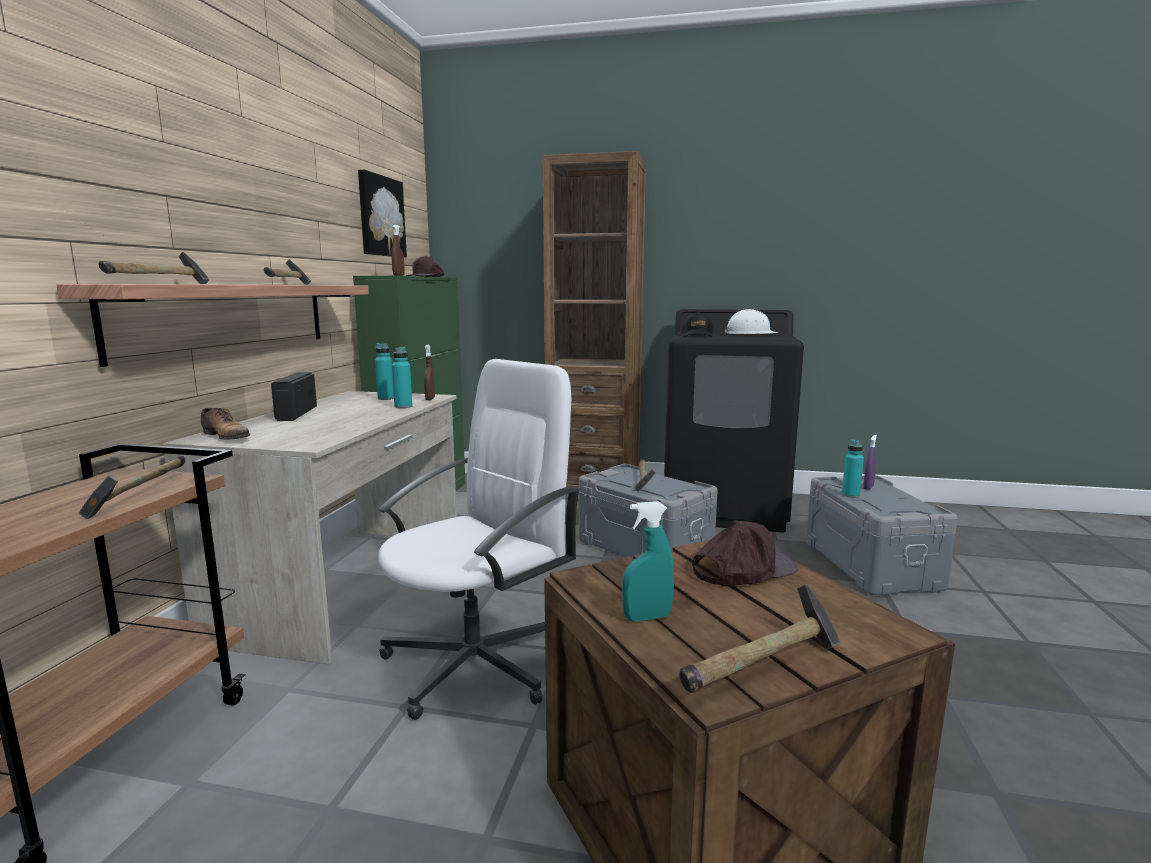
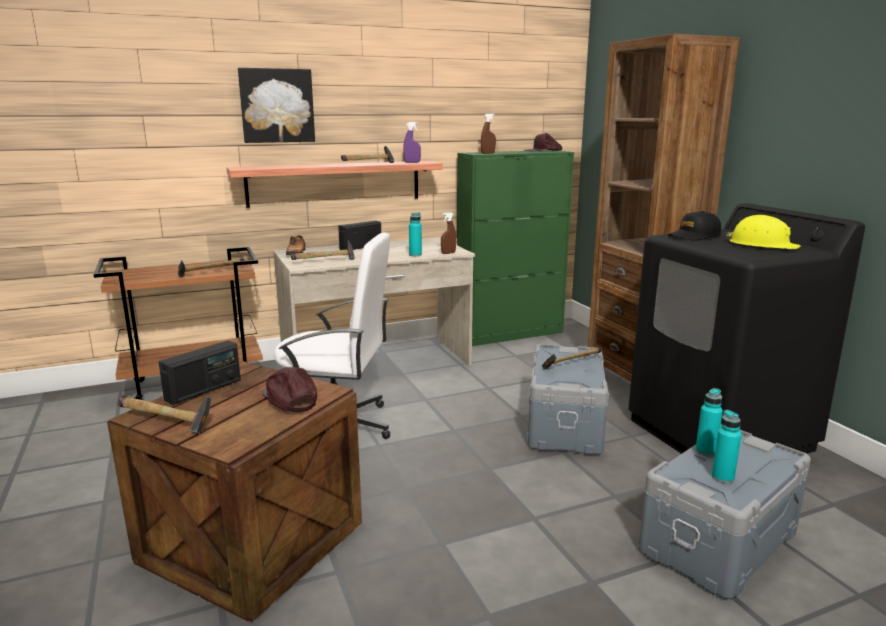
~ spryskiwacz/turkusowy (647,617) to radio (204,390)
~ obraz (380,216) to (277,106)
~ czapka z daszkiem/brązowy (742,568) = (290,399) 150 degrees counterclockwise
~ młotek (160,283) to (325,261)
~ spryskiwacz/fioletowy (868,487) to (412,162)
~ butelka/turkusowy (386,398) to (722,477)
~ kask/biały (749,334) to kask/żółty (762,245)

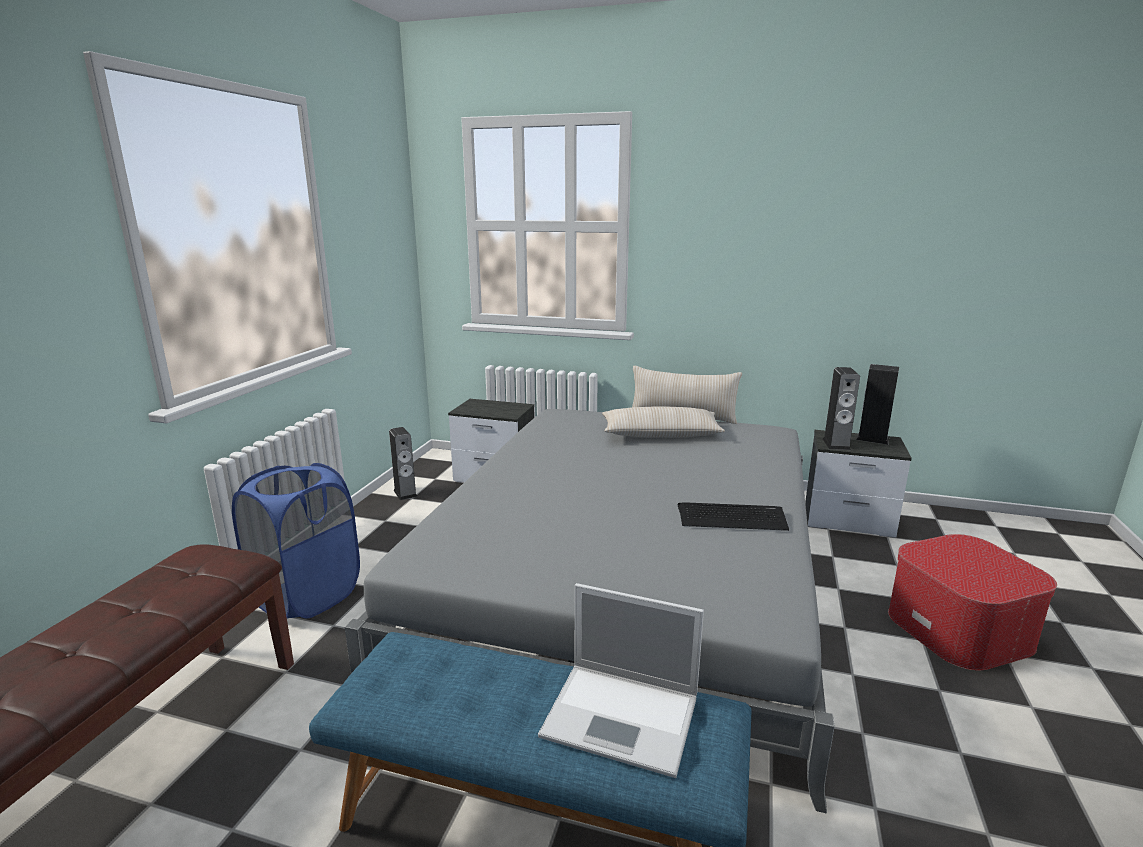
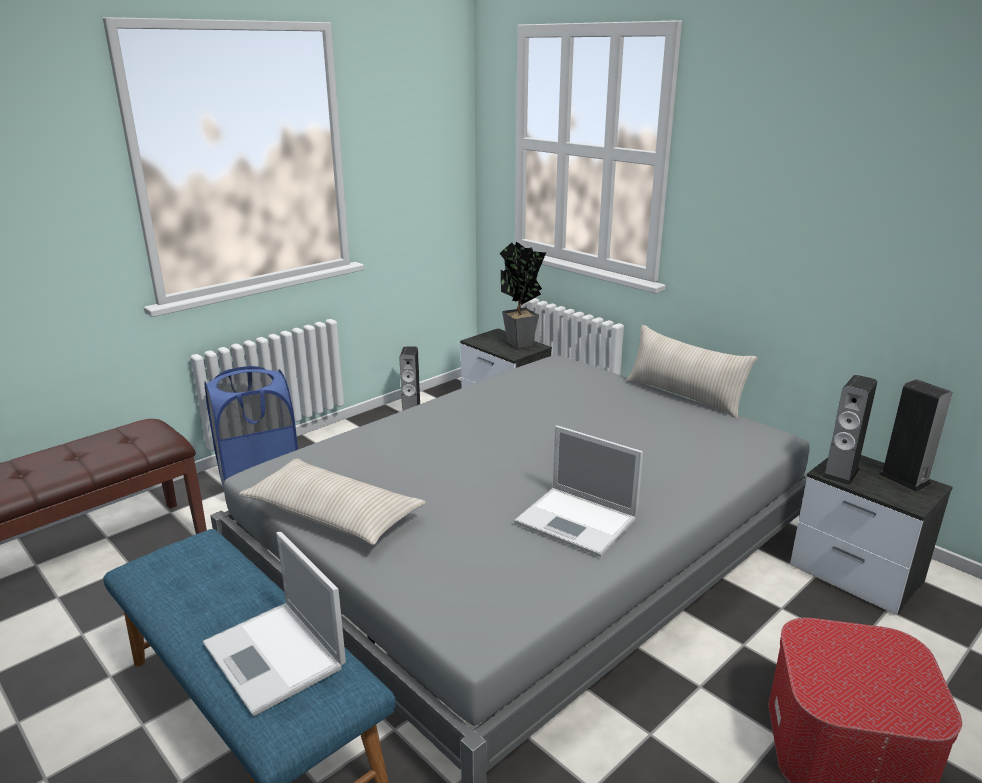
~ poduszka/beżowy (660,434) to (333,515)
+ roślina doniczkowa (519,345)
~ klawiatura (732,518) to laptop (578,521)

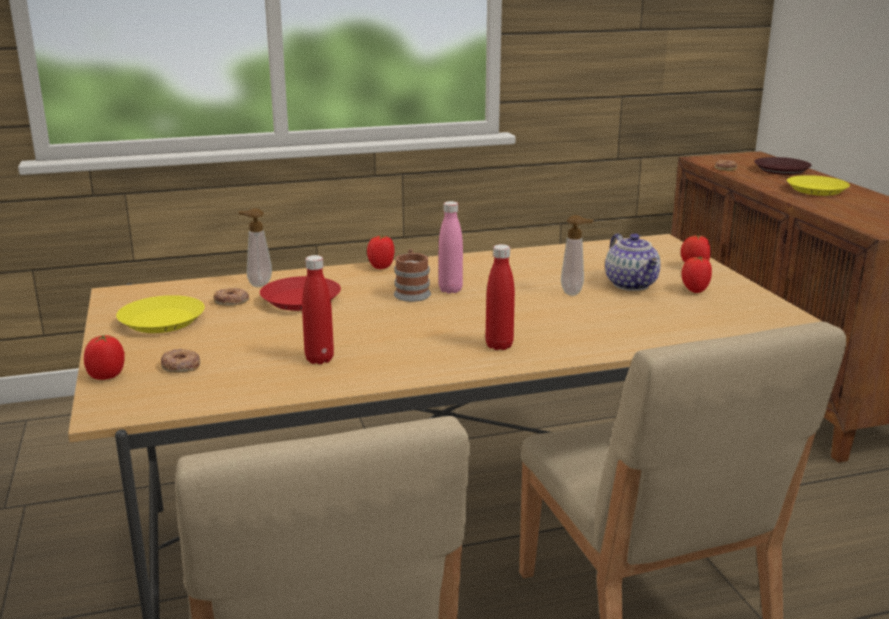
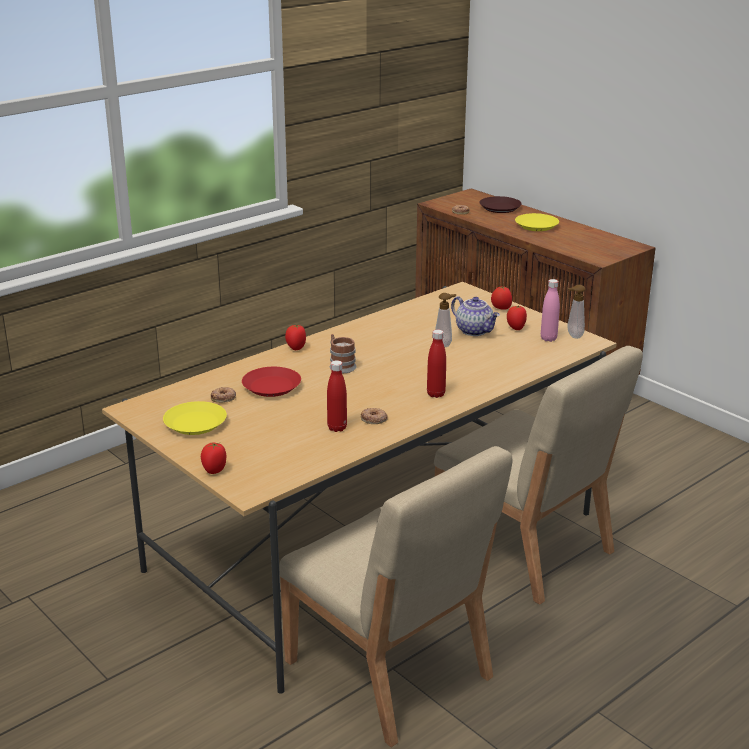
~ donut (180,366) to (373,419)
~ butelka/różowy (450,290) to (548,338)
~ dozownik mydła (258,284) to (573,336)

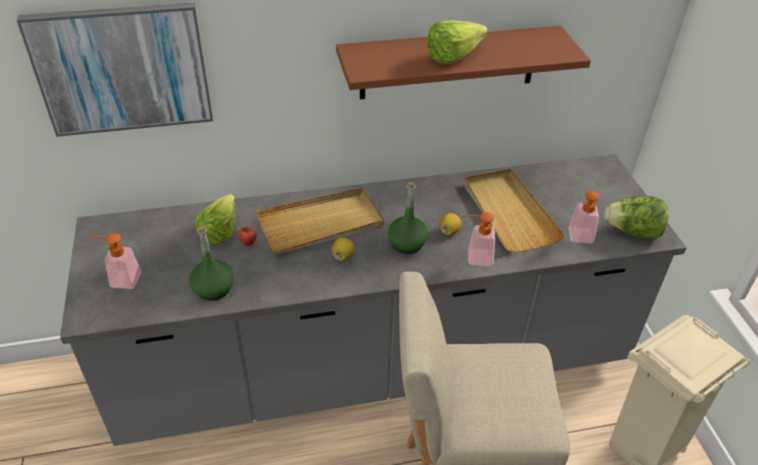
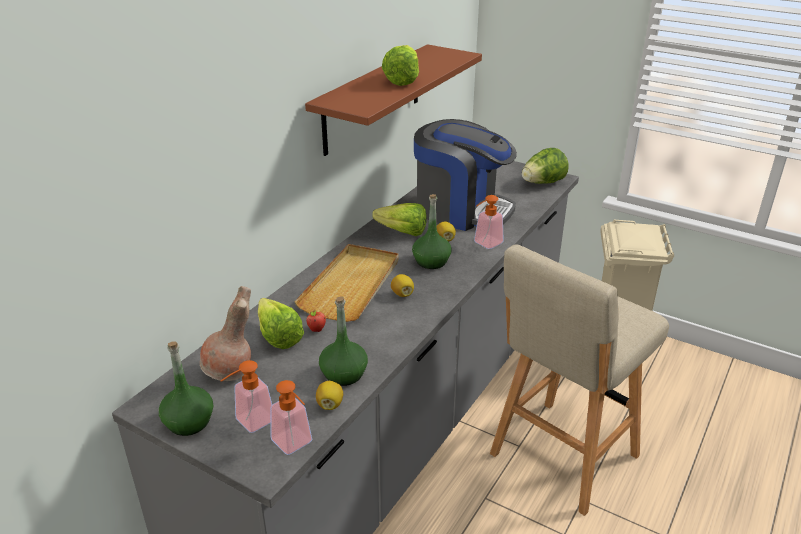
+ butelka/zielony (188,422)
+ wazon/brązowy (230,372)
~ dozownik mydła (581,239) to (295,445)
+ cytryna (330,404)
+ sałata (398,231)
~ taca/beżowy (508,212) to ekspres do kawy (461,210)
- obraz (123,69)

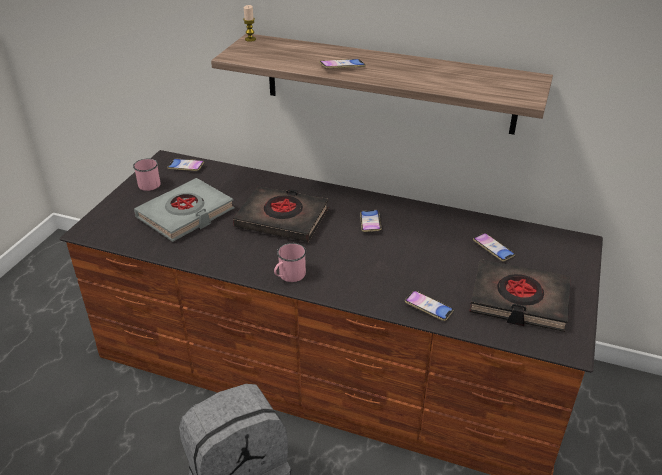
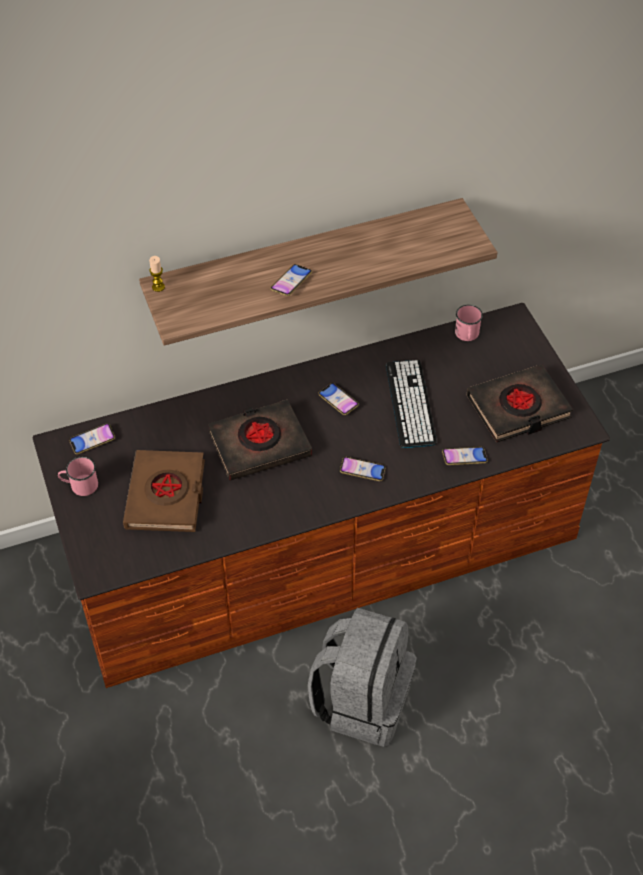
~ książka/szary (186,214) to książka/brązowy (166,495)
~ telefon (493,249) to (362,471)
+ klawiatura (410,404)
~ kubek/różowy (289,276) to (467,335)

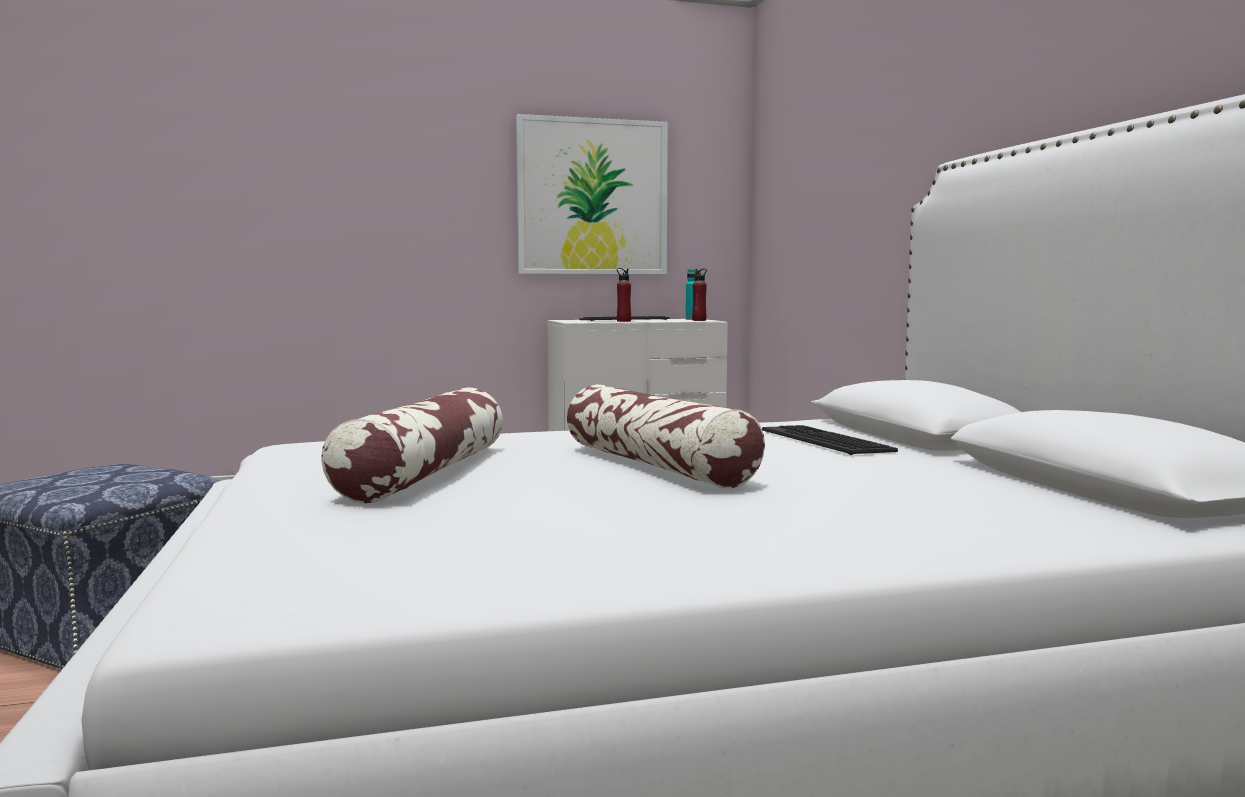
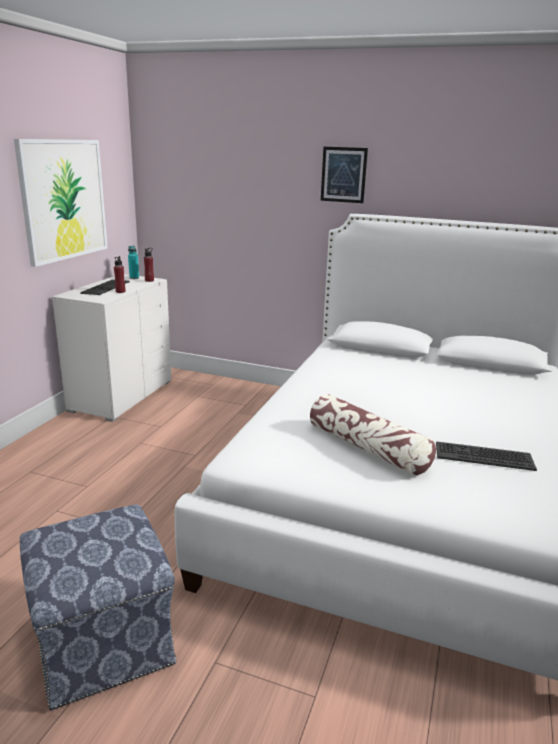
+ obraz (343,175)
~ klawiatura (826,441) to (484,456)
- poduszka (657,465)

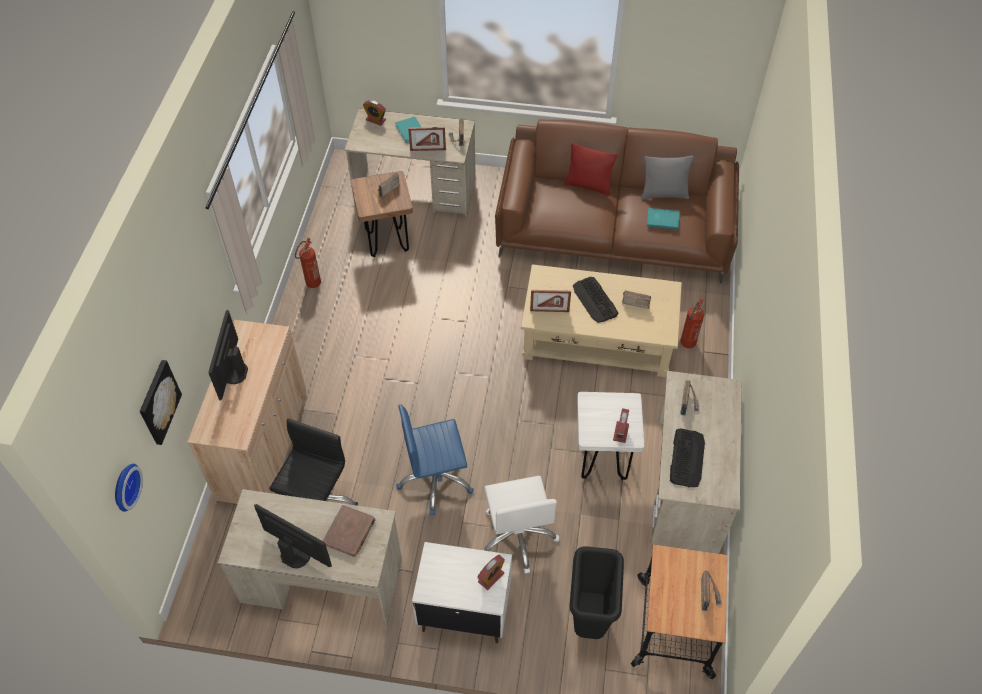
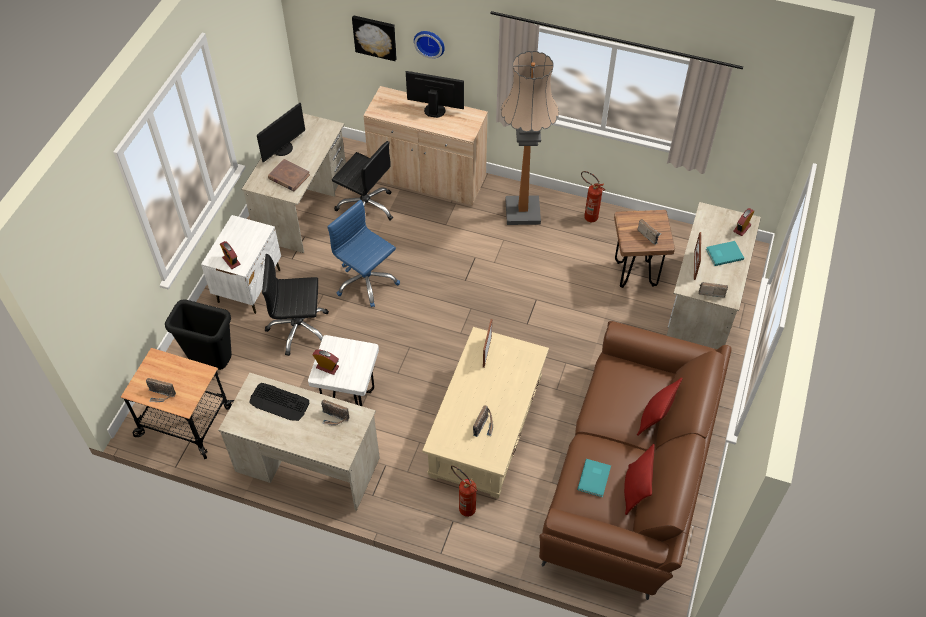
~ krzesło biurowe/biały (518,536) to krzesło biurowe/czarny (299,329)
~ krzesło biurowe/niebieski (435,479) = (366,281) 45 degrees counterclockwise
~ zegar ścienny (124,486) to (430,42)
+ lampa stojąca (523,212)
~ poduszka/szary (664,194) to poduszka/czerwony (635,491)
- klawiatura (595,300)

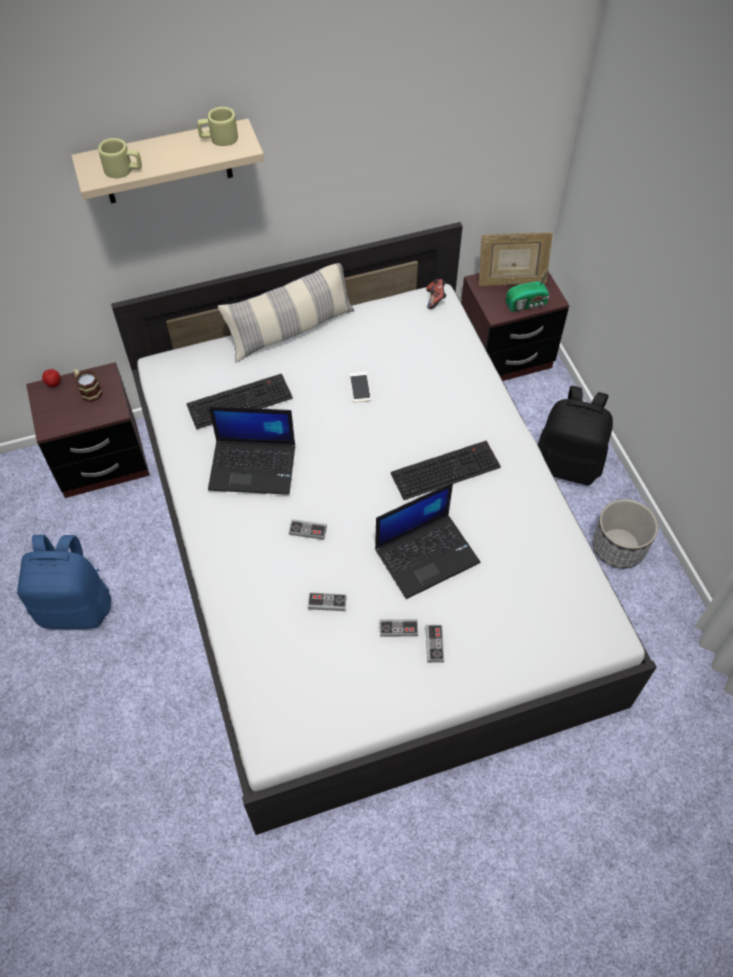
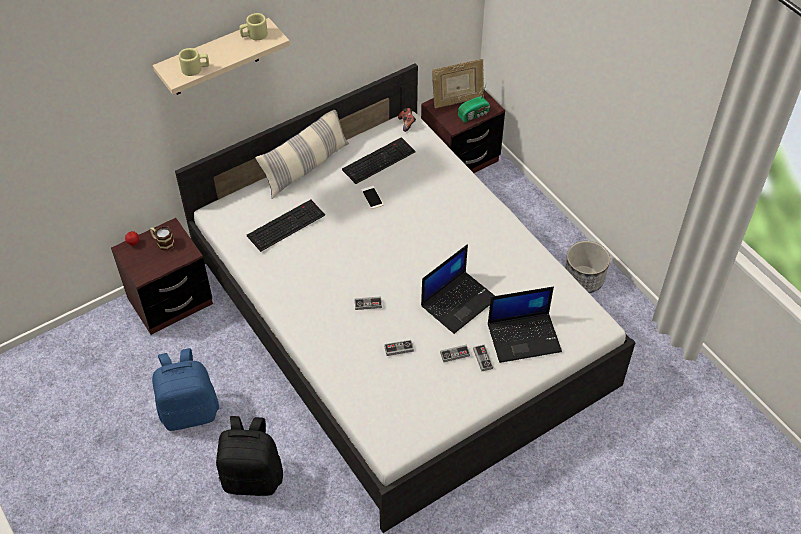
~ plecak/czarny (568,464) to (253,477)
~ klawiatura (446,469) to (379,160)
~ laptop (254,466) to (524,337)

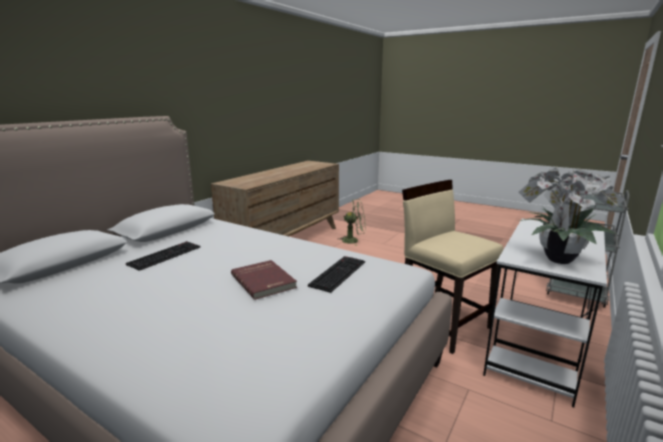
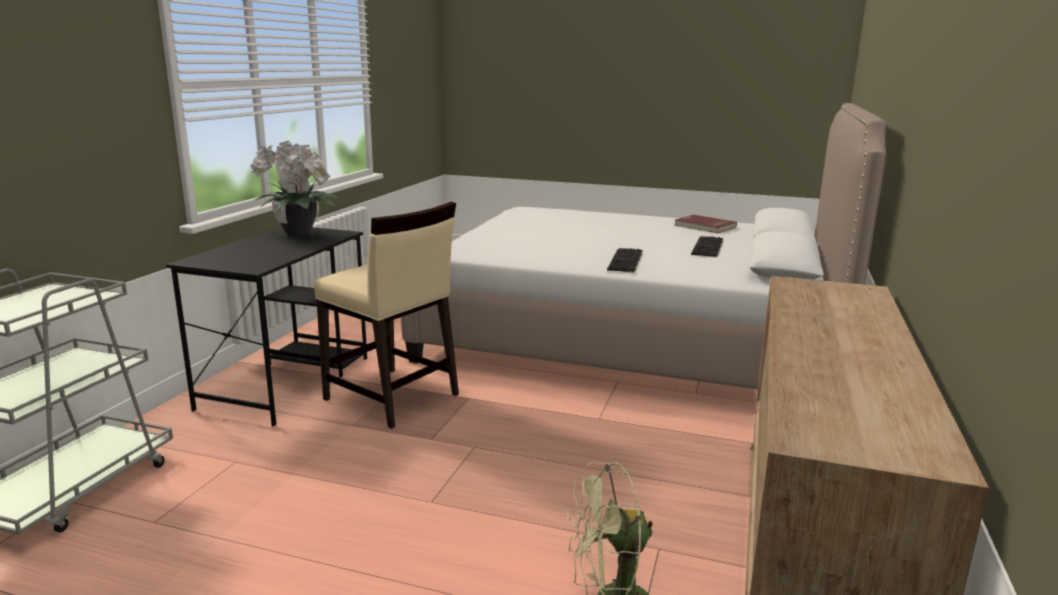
~ biurko/biały (535,351) to biurko/czarny (287,381)
~ klawiatura (337,273) to (626,261)
~ książka/czerwony (264,281) to (704,226)

